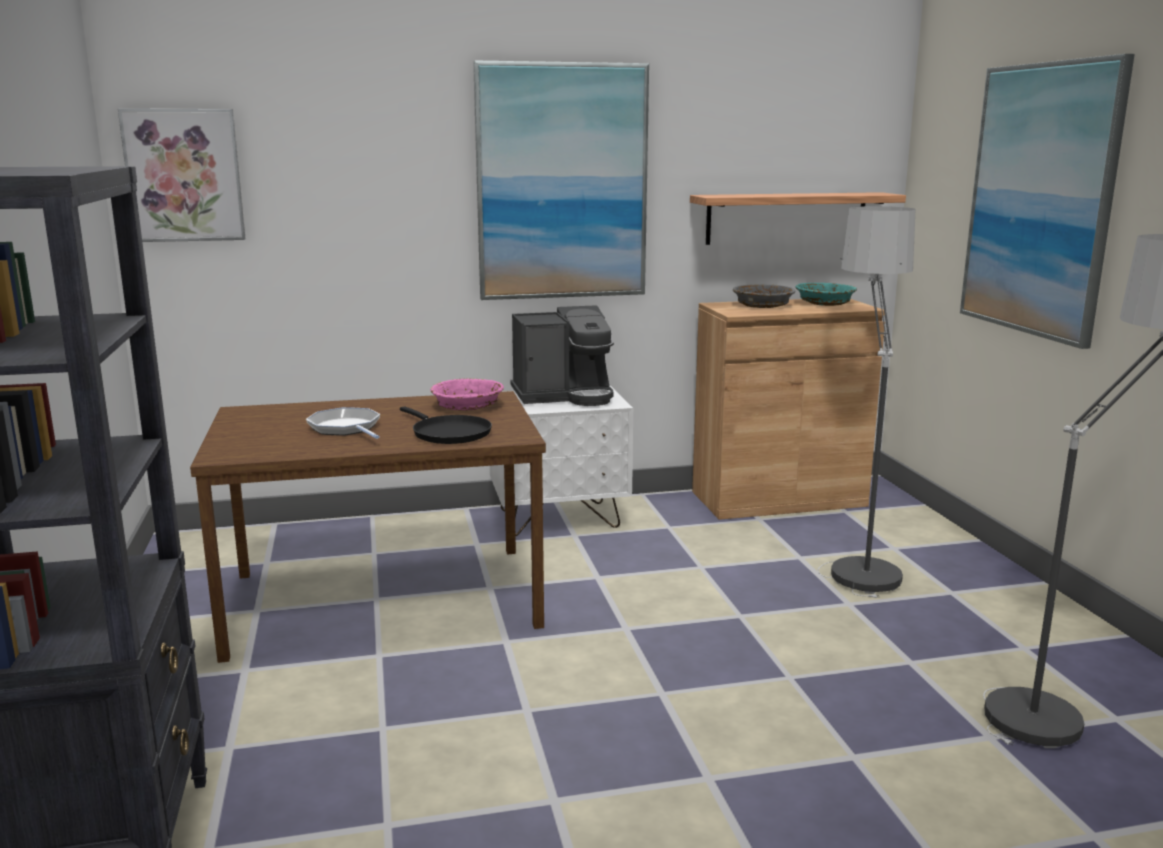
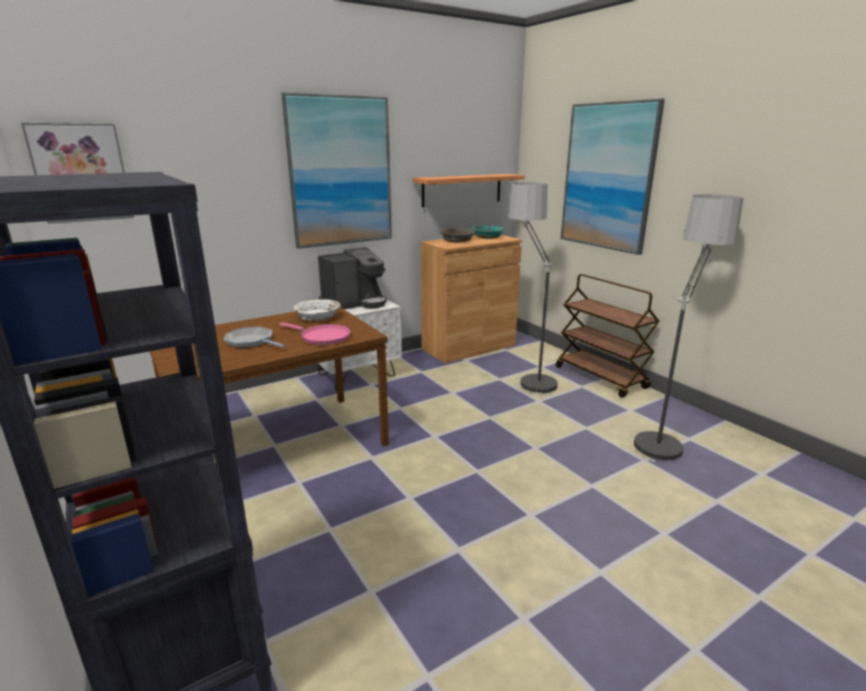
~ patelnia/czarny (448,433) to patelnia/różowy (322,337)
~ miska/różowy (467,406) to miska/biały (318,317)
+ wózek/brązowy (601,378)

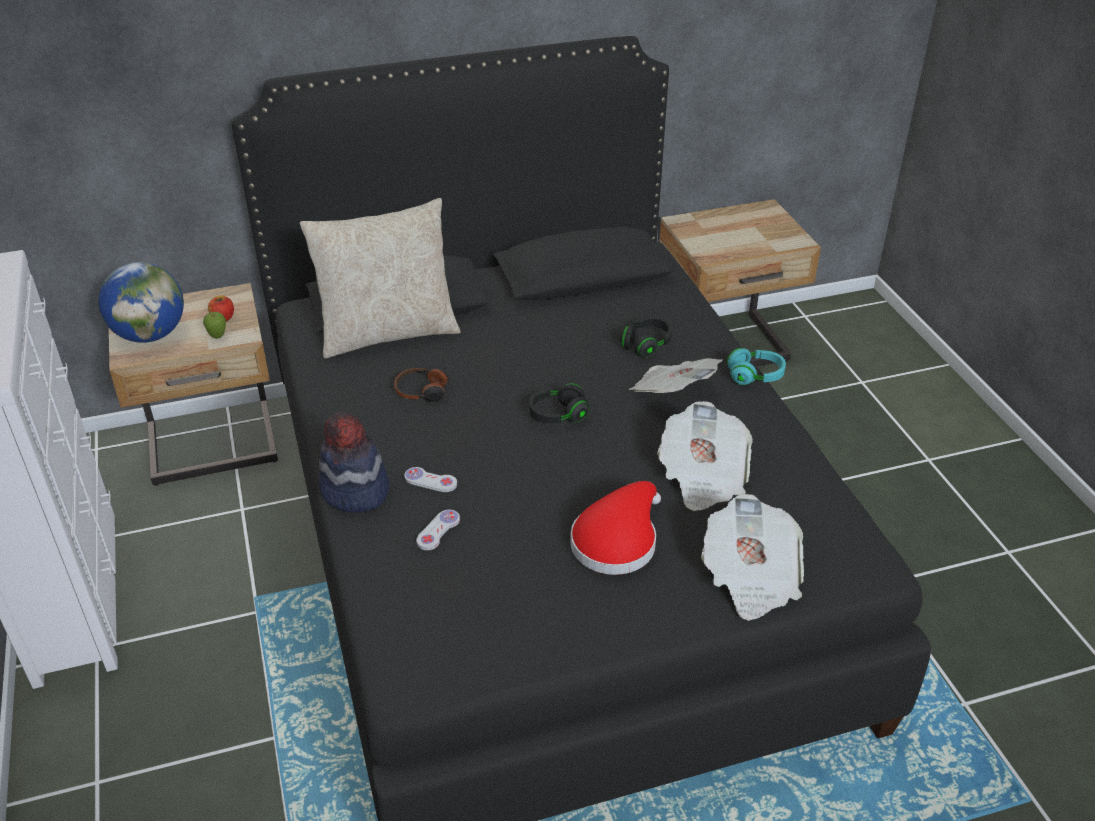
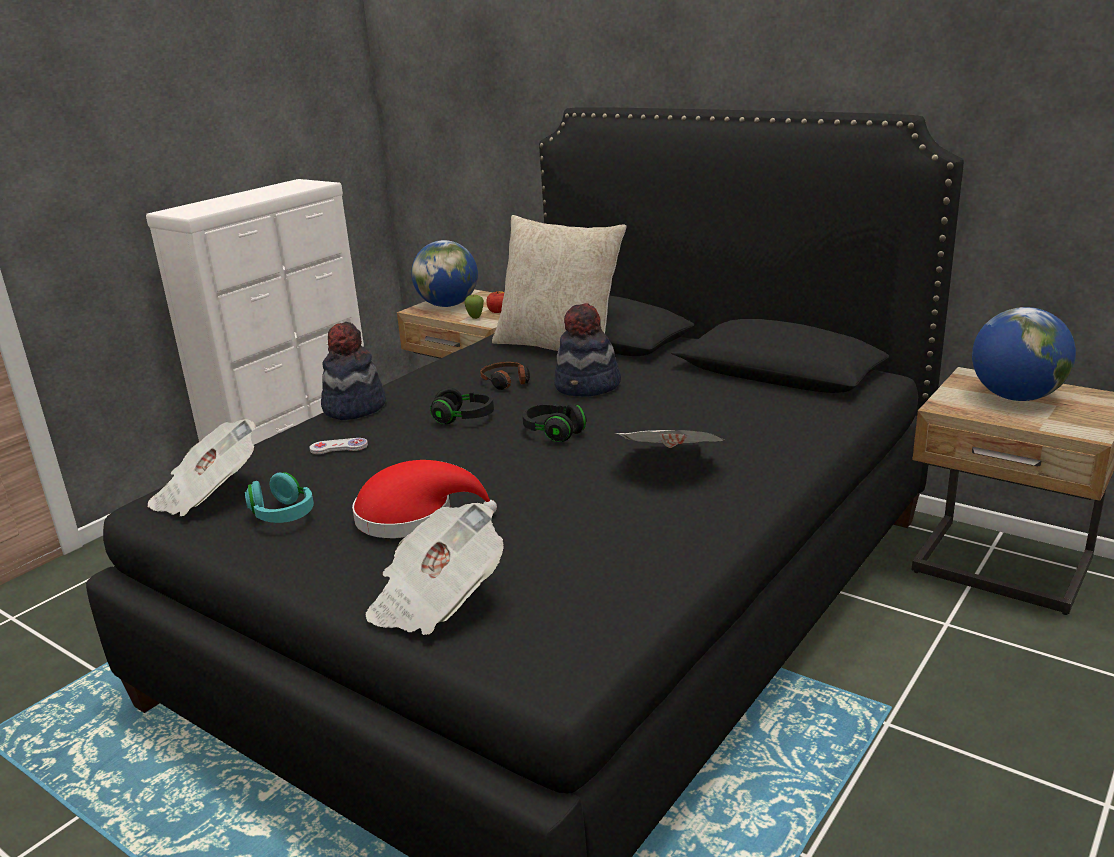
~ gazeta (702,477) to (208,495)
~ słuchawki/turkusowy (755,376) to (282,515)
~ słuchawki/czarny (646,345) to (464,418)
+ kapelusz (588,387)
+ globus (1016,397)
- pad do gier/biały (430,481)

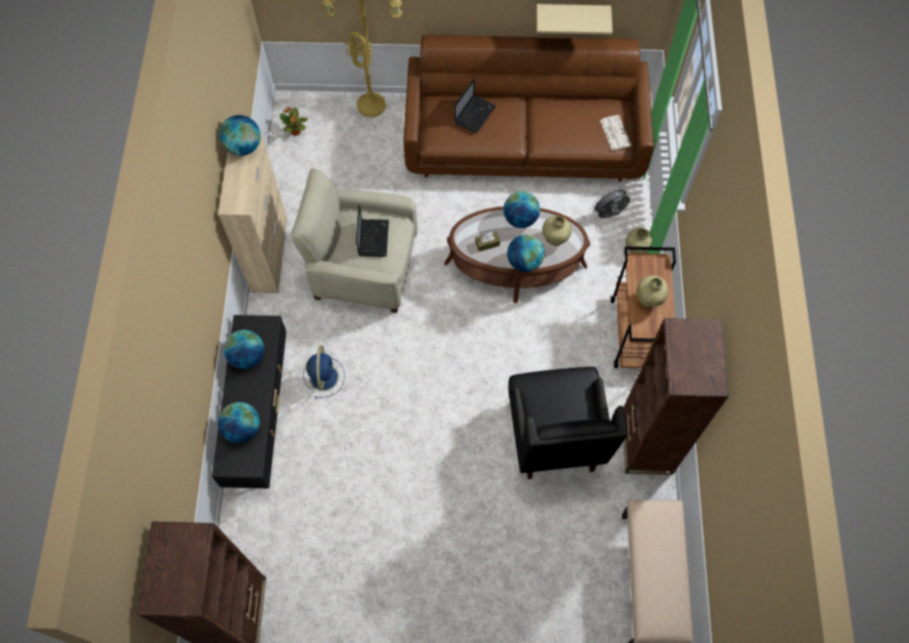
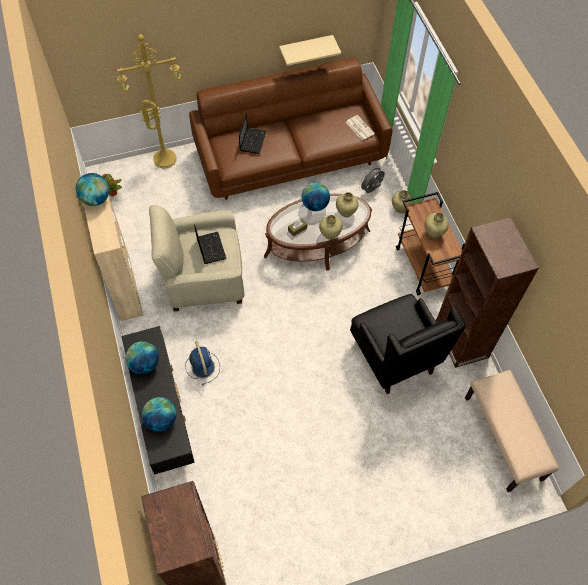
~ globus (524,262) to wazon/beżowy (330,234)

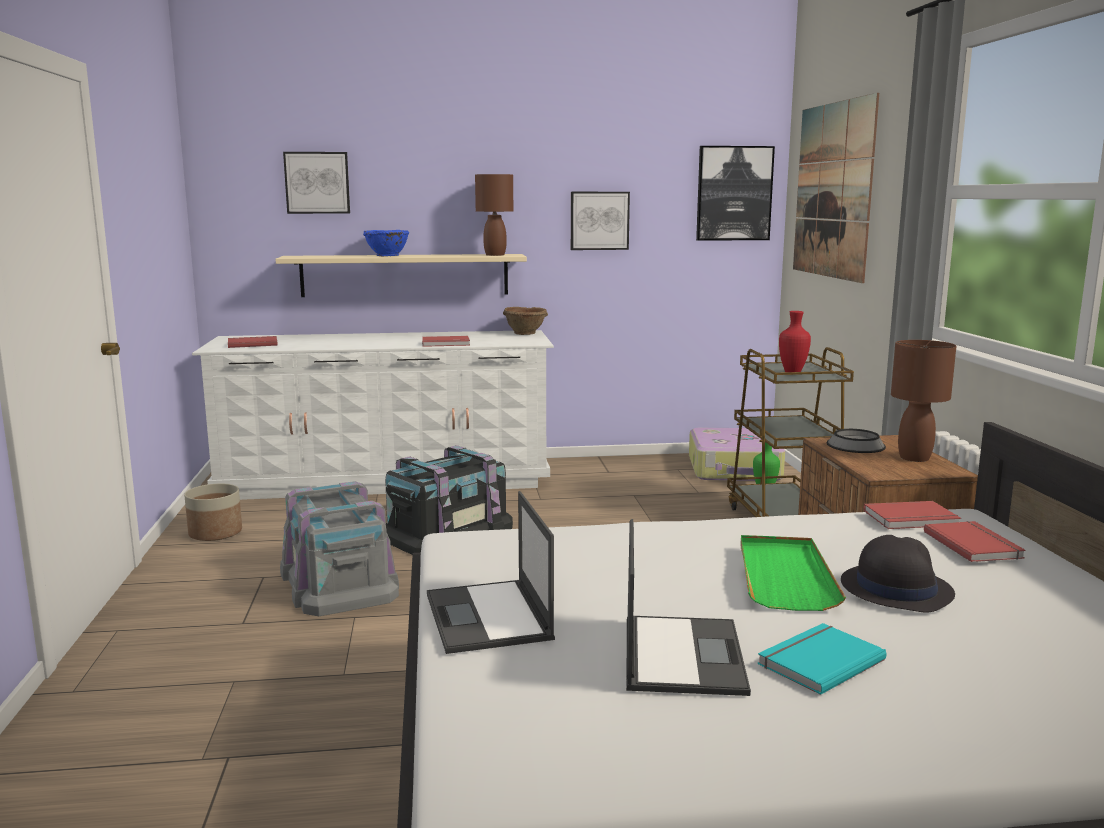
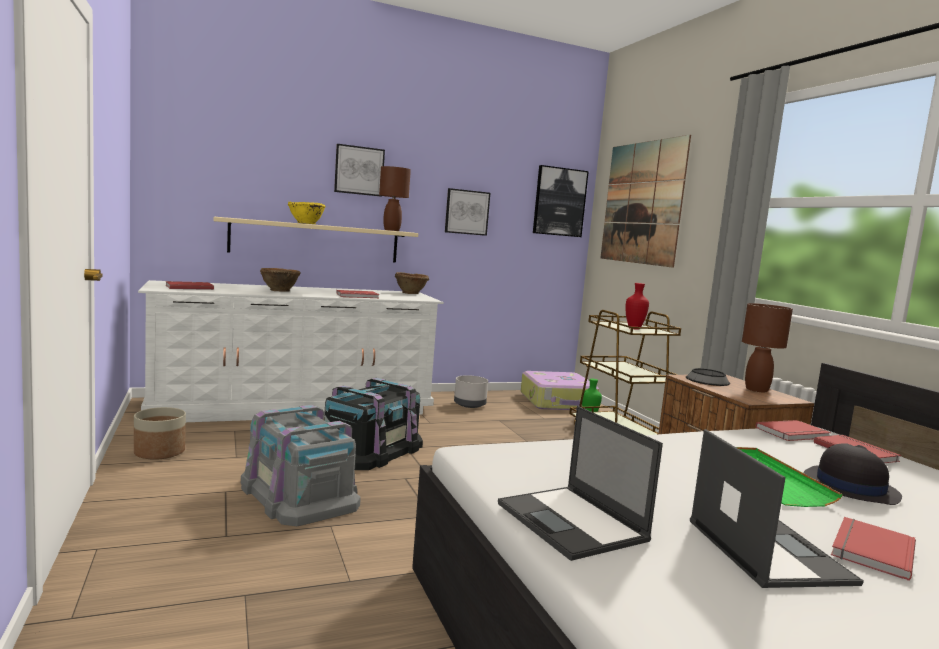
+ miska/brązowy (279,290)
~ miska/niebieski (386,255) to miska/żółty (305,223)
~ obraz (317,183) to (359,170)
+ donica/szary (469,404)
~ książka/turkusowy (817,661) to książka/czerwony (869,550)

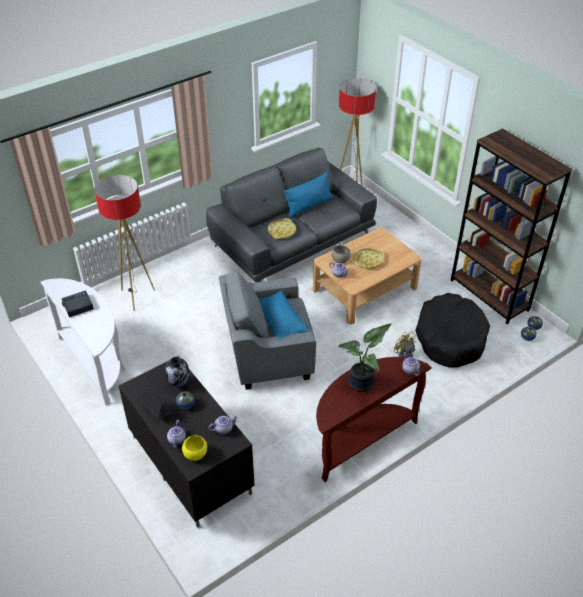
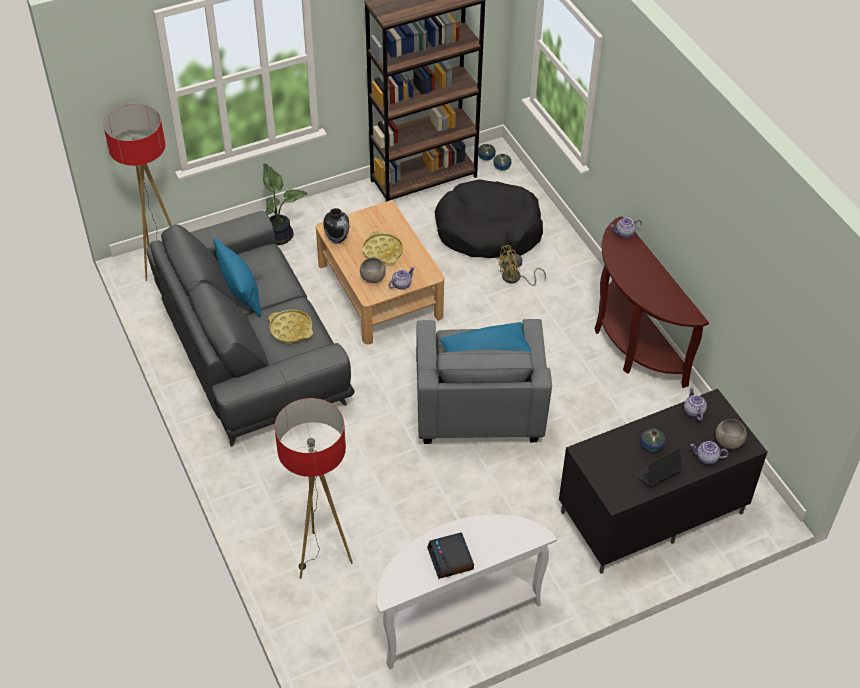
~ roślina doniczkowa (362,383) to (280,235)
~ wazon (179,383) to (337,239)
~ miska/żółty (195,454) to miska/szary (729,442)

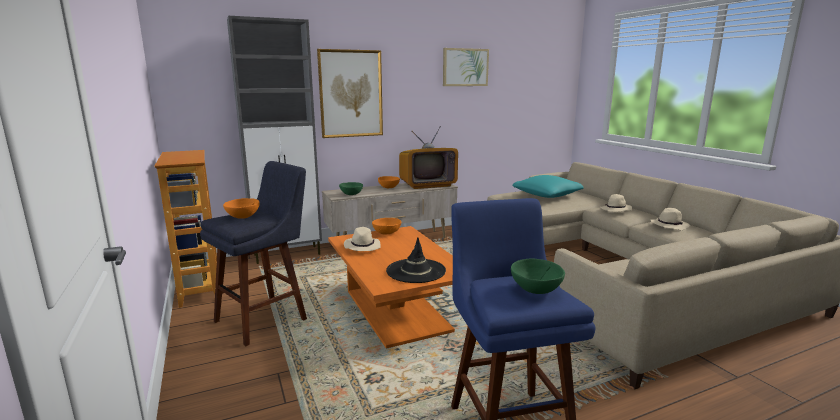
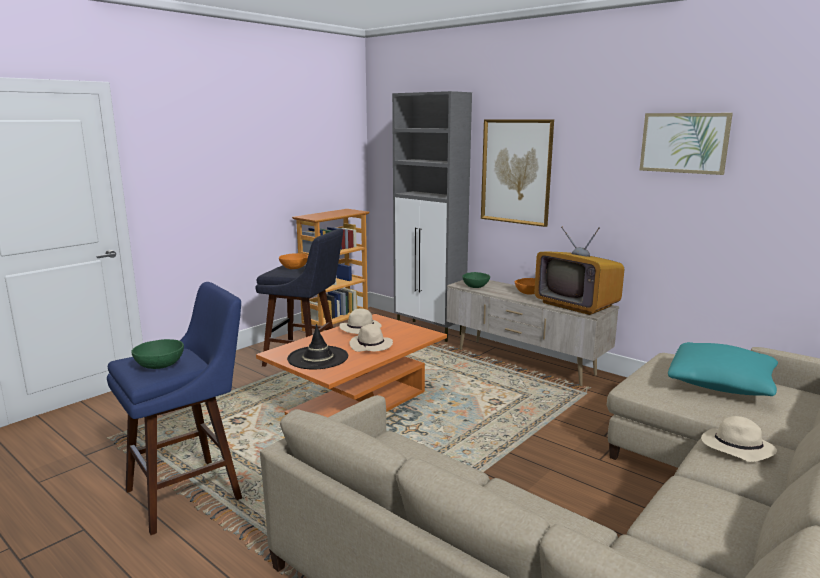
~ kapelusz/beżowy (669,225) to (371,346)
- miska/pomarańczowy (387,233)

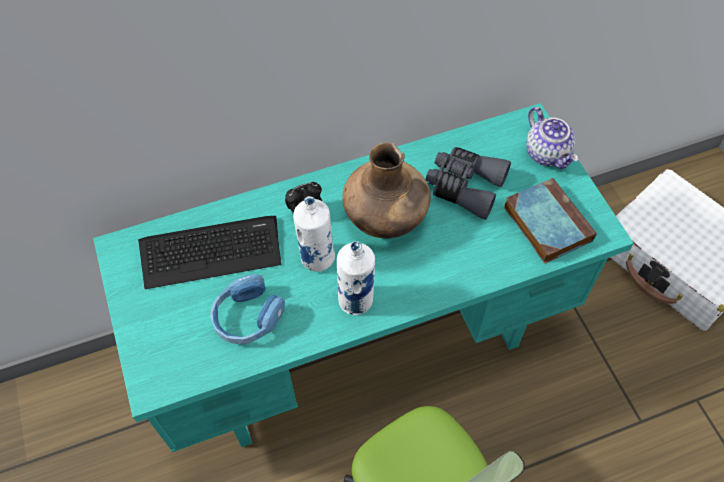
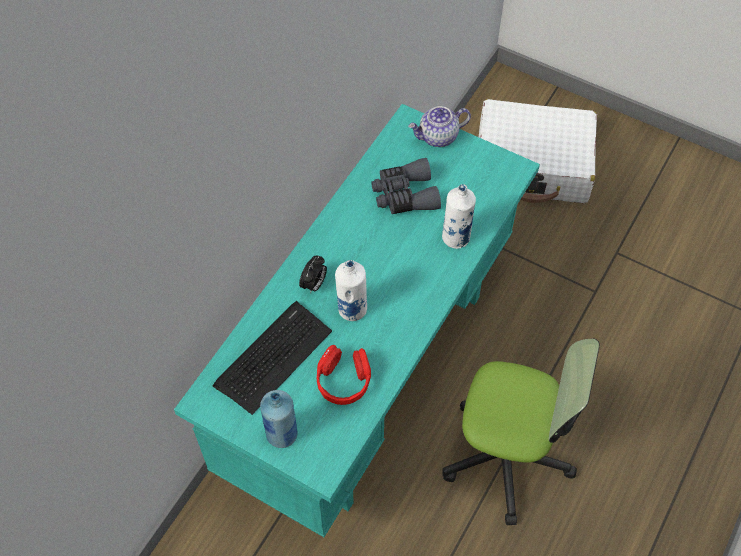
+ butelka/niebieski (282,435)
~ słuchawki/niebieski (248,317) to słuchawki/czerwony (343,380)
~ imbryk (548,153) = (438,137) 135 degrees clockwise
~ butelka/biały (356,300) to (456,238)
- wazon/brązowy (386,218)
- książka (545,223)

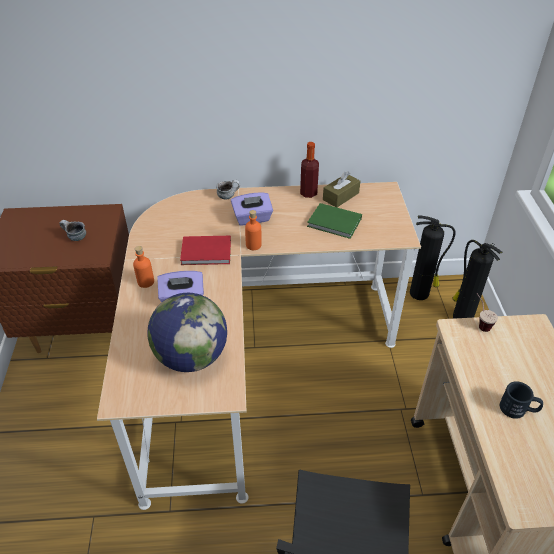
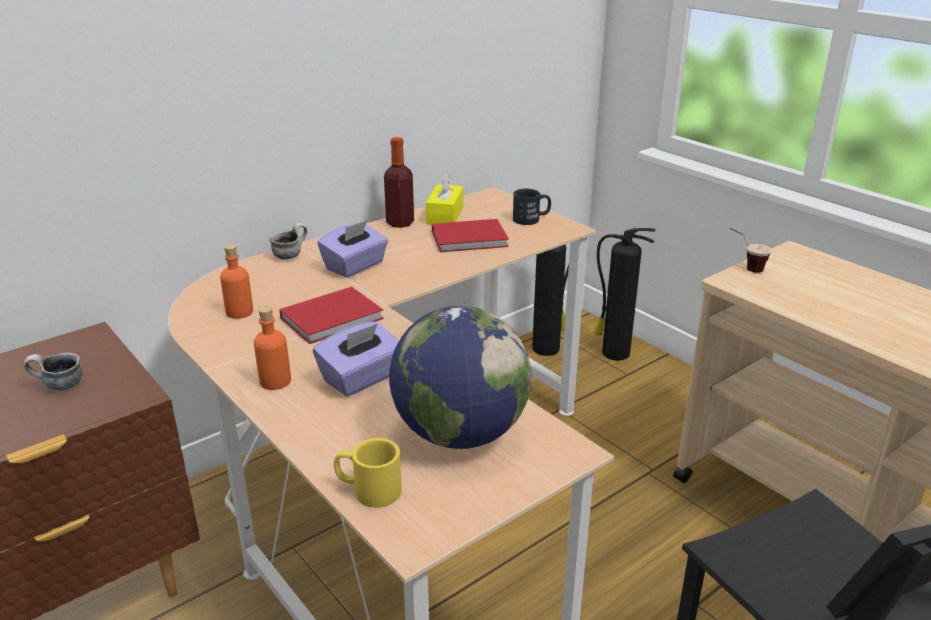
~ butelka/pomarańczowy (253,245) to (239,312)
+ kubek/żółty (368,490)
~ pudełko chusteczek/brązowy (341,196) to pudełko chusteczek/żółty (445,215)
~ książka/zielony (335,223) to książka/czerwony (471,239)
~ kubek/czarny (518,409) to (531,219)

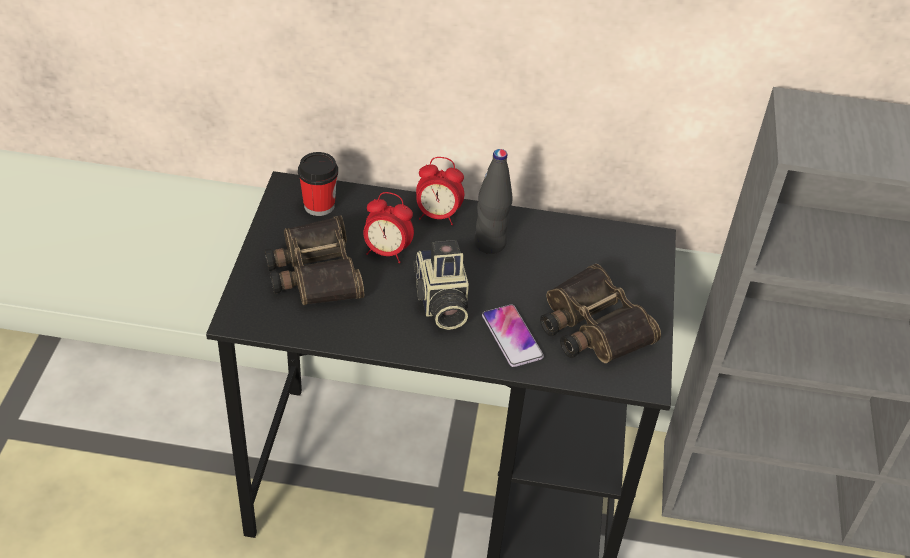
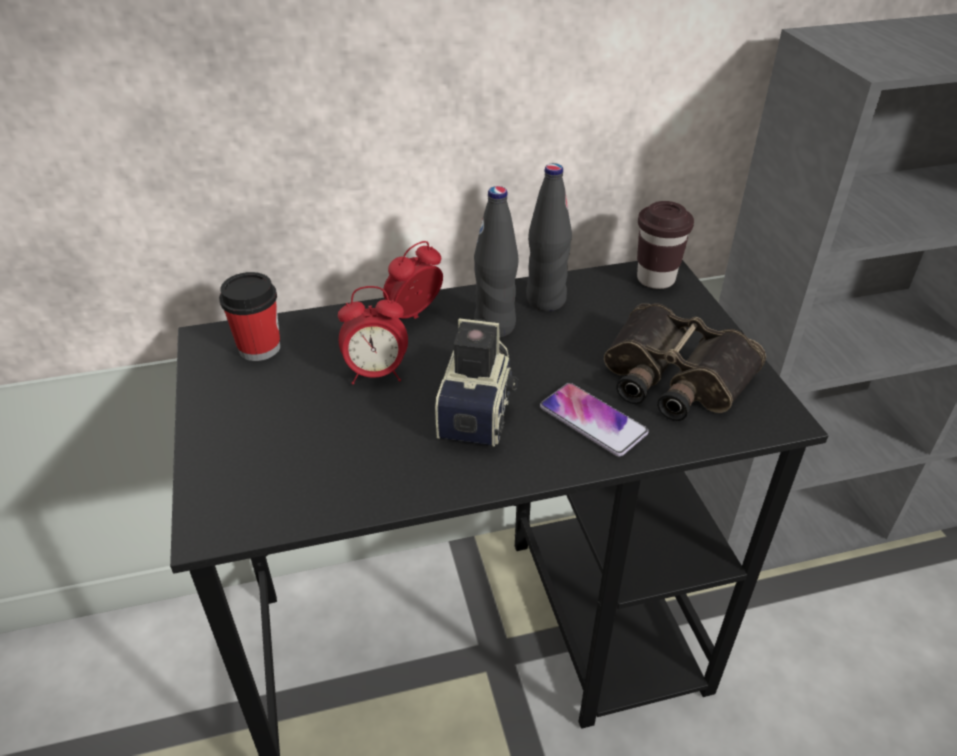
~ budzik (437,216) = (414,316) 150 degrees clockwise
~ aparat fotograficzny (440,302) = (480,410) 135 degrees counterclockwise
+ butelka/czarny (545,300)
+ filiżanka/brązowy (655,279)
- lornetka (313,271)

